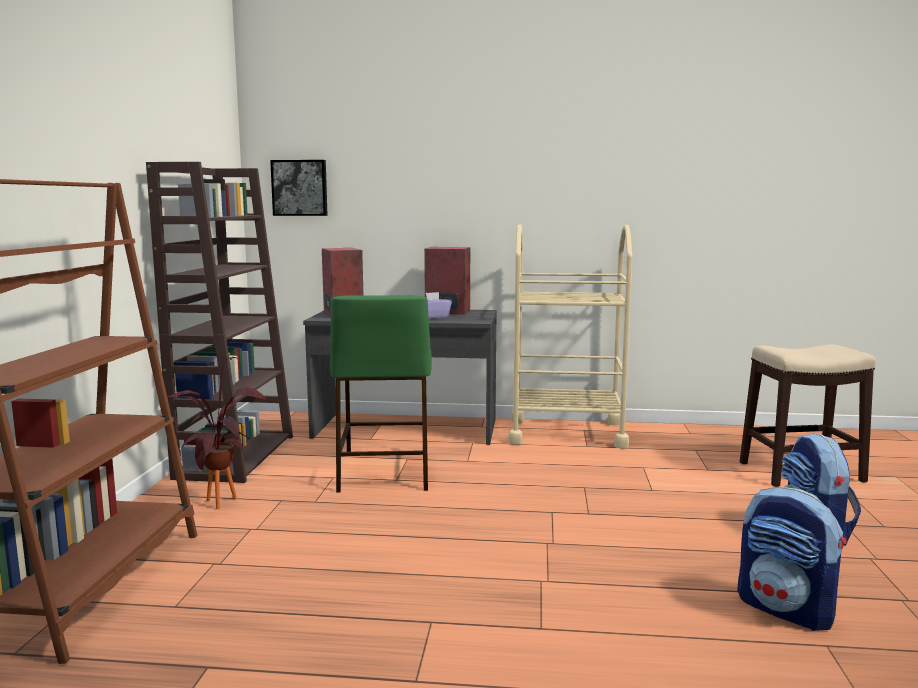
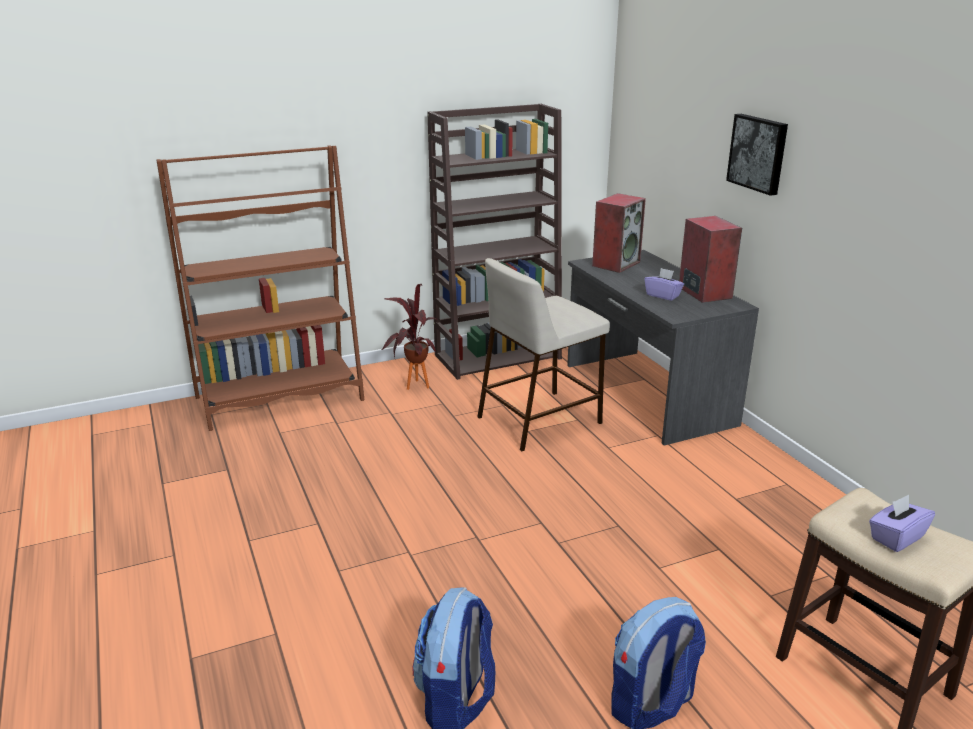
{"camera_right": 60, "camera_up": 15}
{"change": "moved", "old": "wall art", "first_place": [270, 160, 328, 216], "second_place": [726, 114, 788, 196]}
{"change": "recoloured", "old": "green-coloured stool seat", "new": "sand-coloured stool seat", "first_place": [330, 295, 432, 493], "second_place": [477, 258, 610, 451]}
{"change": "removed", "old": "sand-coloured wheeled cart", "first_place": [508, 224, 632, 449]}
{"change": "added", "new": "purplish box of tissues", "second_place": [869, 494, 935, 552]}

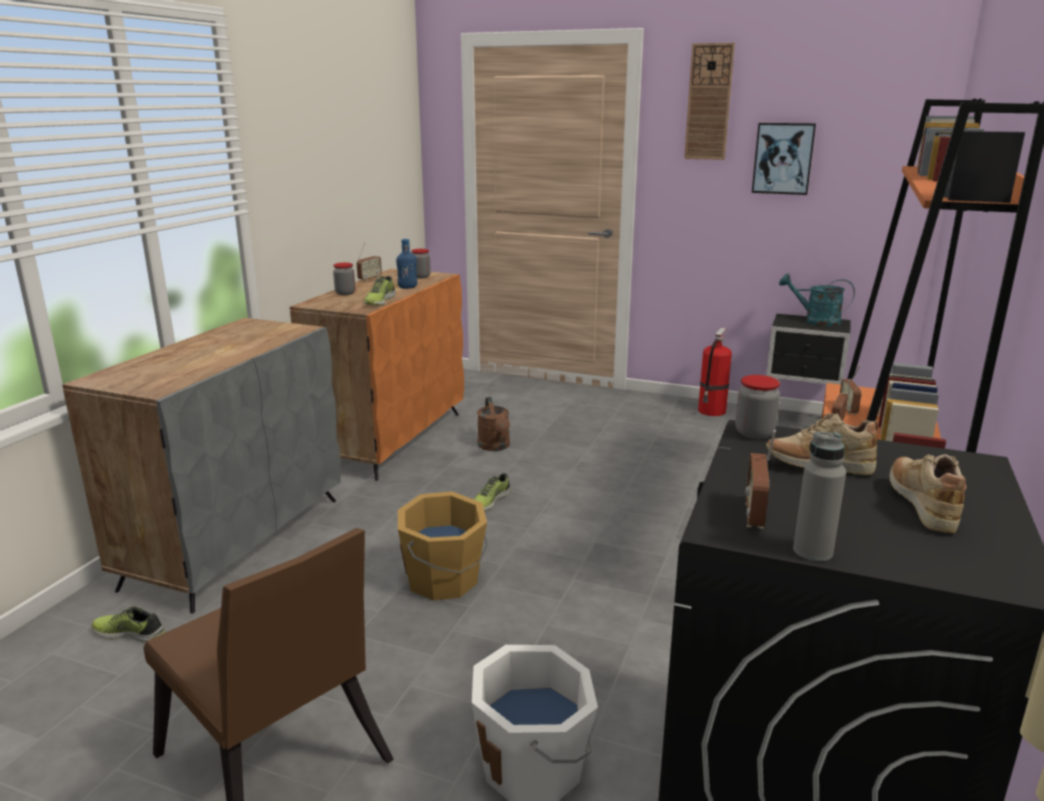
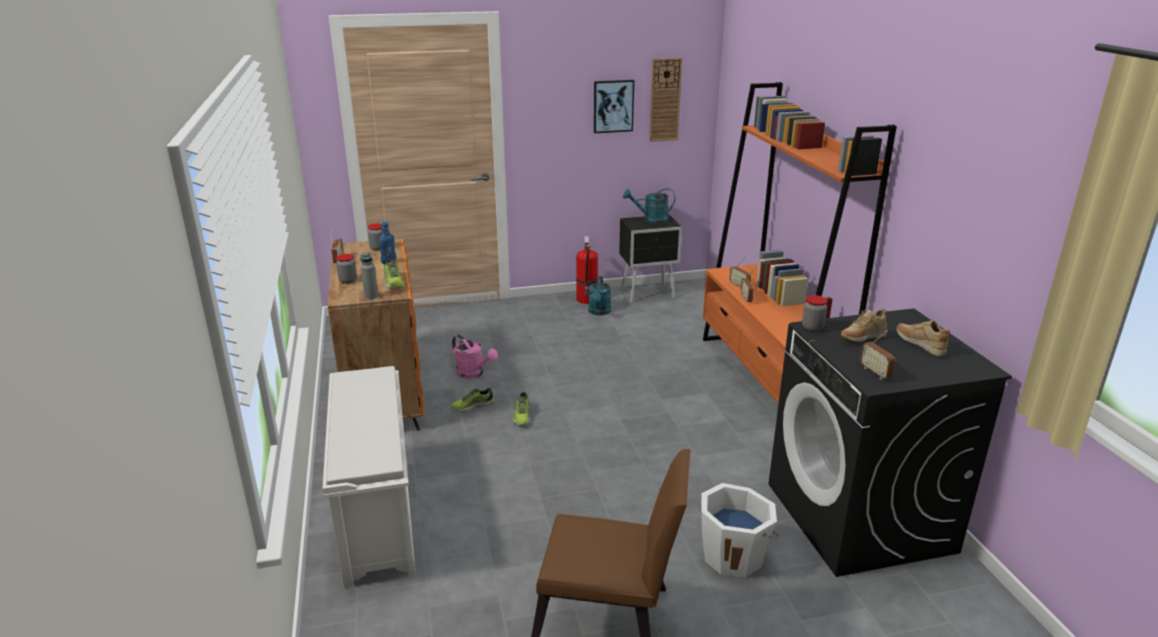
{"camera_right": -35, "camera_up": 5}
{"change": "replaced", "old": "gray cupboard", "new": "white shoe stand", "first_place": [62, 318, 341, 614], "second_place": [323, 366, 416, 588]}
{"change": "moved", "old": "item of footwear", "first_place": [92, 606, 166, 643], "second_place": [451, 388, 495, 412]}
{"change": "removed", "old": "orange pail", "first_place": [398, 492, 487, 600]}
{"change": "recoloured", "old": "brown sprinkling can", "new": "pink-coloured sprinkling can", "first_place": [477, 397, 510, 451], "second_place": [452, 335, 498, 379]}
{"change": "moved", "old": "clock on the wall", "first_place": [684, 43, 735, 160], "second_place": [649, 58, 683, 142]}
{"change": "moved", "old": "gray bottle", "first_place": [793, 431, 846, 561], "second_place": [360, 252, 378, 299]}
{"change": "added", "new": "turquoise sprinkling can", "second_place": [588, 276, 611, 315]}

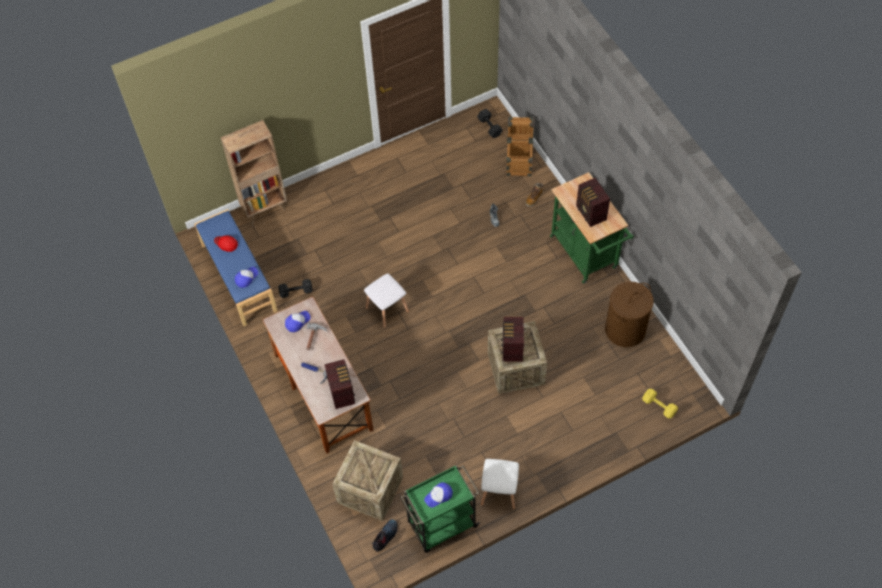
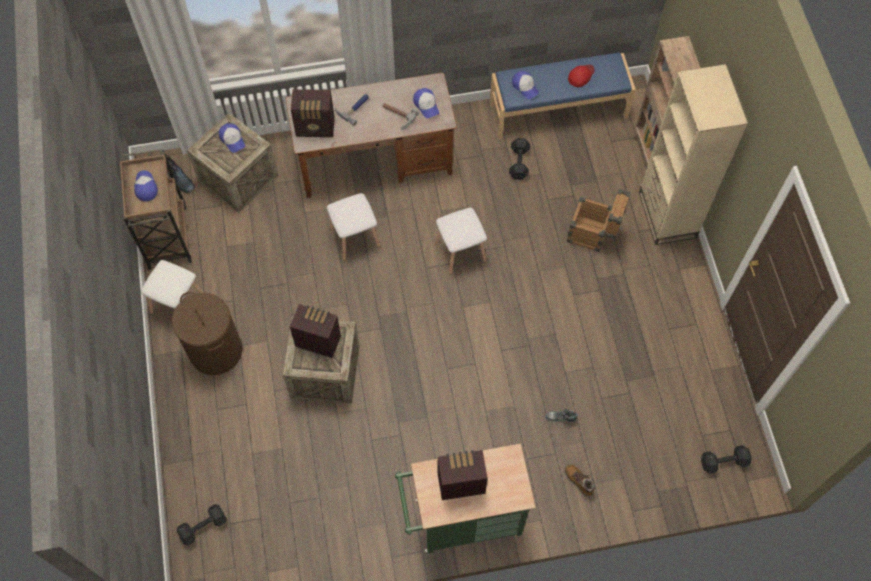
{"camera_right": 105, "camera_up": 5}
{"change": "recoloured", "old": "green-coloured wheeled cart", "new": "brown wheeled cart", "first_place": [400, 465, 480, 553], "second_place": [119, 149, 192, 270]}
{"change": "moved", "old": "packing crate", "first_place": [506, 117, 534, 176], "second_place": [566, 189, 631, 252]}
{"change": "moved", "old": "brown laundry basket", "first_place": [605, 282, 654, 347], "second_place": [172, 292, 242, 375]}
{"change": "recoloured", "old": "yellow-coloured hand weight", "new": "black hand weight", "first_place": [642, 389, 678, 418], "second_place": [177, 504, 227, 545]}
{"change": "added", "new": "baseball cap", "second_place": [219, 123, 245, 153]}
{"change": "added", "new": "white stool seat", "second_place": [327, 193, 381, 261]}
{"change": "added", "new": "sand-coloured bookcase", "second_place": [639, 64, 748, 245]}

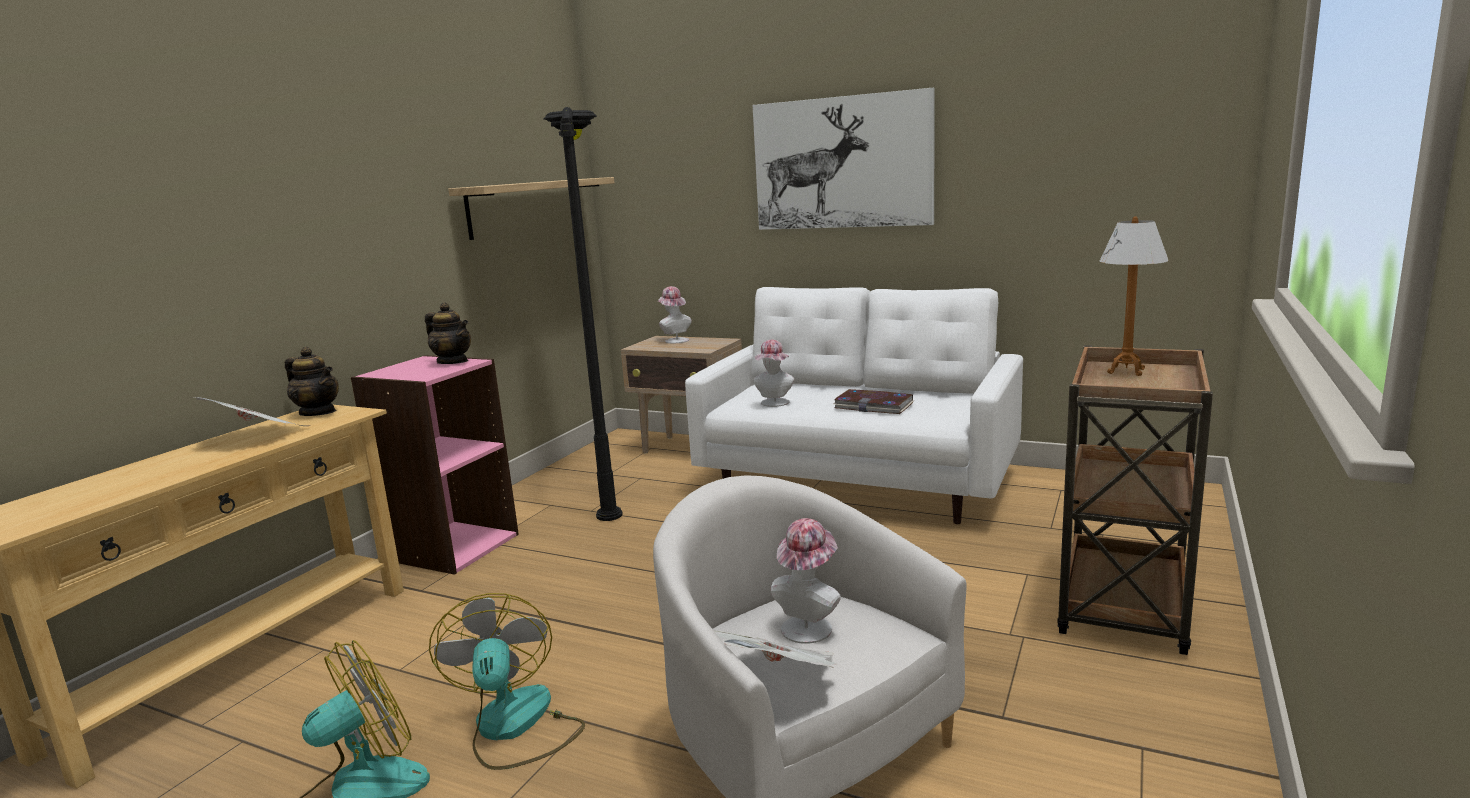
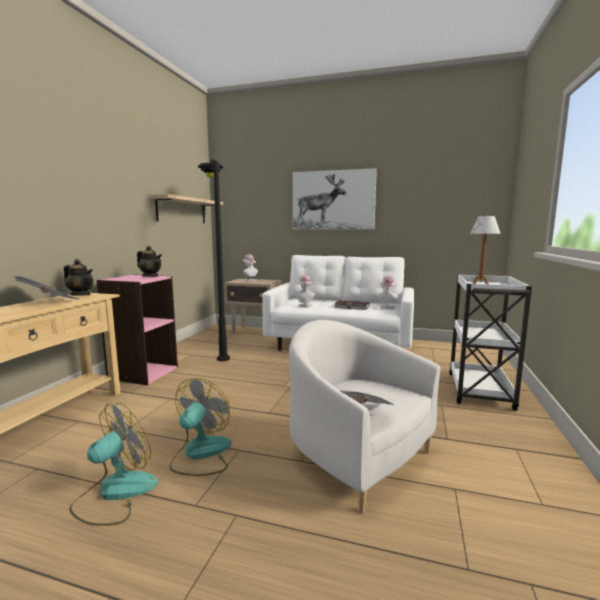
{"camera_right": -10, "camera_up": -5}
{"change": "turned", "old": "electric fan", "first_place": [429, 593, 585, 770], "second_place": [169, 378, 231, 476], "degrees": 45}
{"change": "moved", "old": "wearable hat", "first_place": [771, 518, 841, 644], "second_place": [377, 276, 398, 309]}
{"change": "recoloured", "old": "brown wheeled cart", "new": "white wheeled cart", "first_place": [1057, 345, 1213, 655], "second_place": [449, 274, 532, 411]}

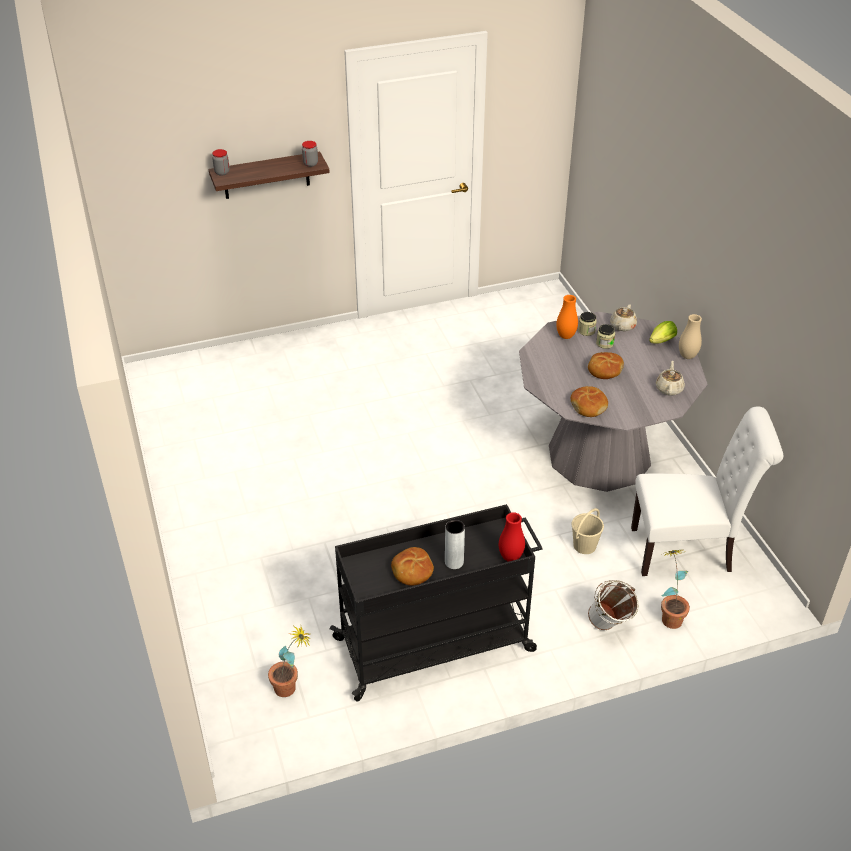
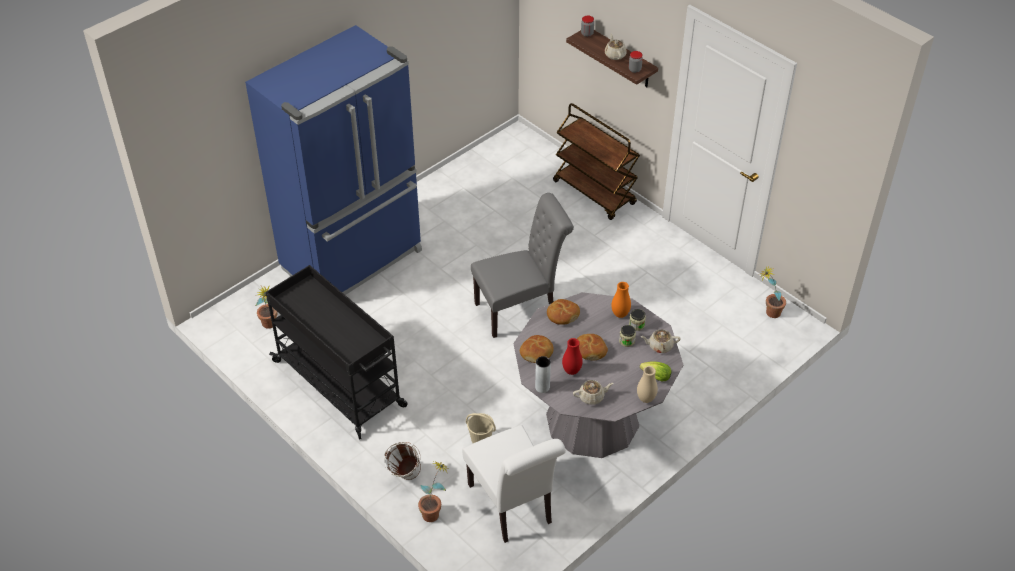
{"camera_right": 65, "camera_up": 5}
{"change": "moved", "old": "bread", "first_place": [391, 547, 434, 586], "second_place": [547, 299, 580, 325]}
{"change": "moved", "old": "gray decorative vase", "first_place": [445, 520, 465, 569], "second_place": [535, 356, 551, 393]}
{"change": "moved", "old": "red decorative vase", "first_place": [499, 512, 525, 562], "second_place": [562, 338, 583, 375]}
{"change": "added", "new": "blue refrigerator", "second_place": [245, 25, 422, 295]}
{"change": "added", "new": "gray chair", "second_place": [471, 193, 574, 338]}
{"change": "added", "new": "brown wheeled cart", "second_place": [553, 103, 640, 220]}
{"change": "added", "new": "sand-coloured teapot", "second_place": [605, 34, 627, 60]}
{"change": "added", "new": "plant in a pot", "second_place": [761, 266, 786, 318]}

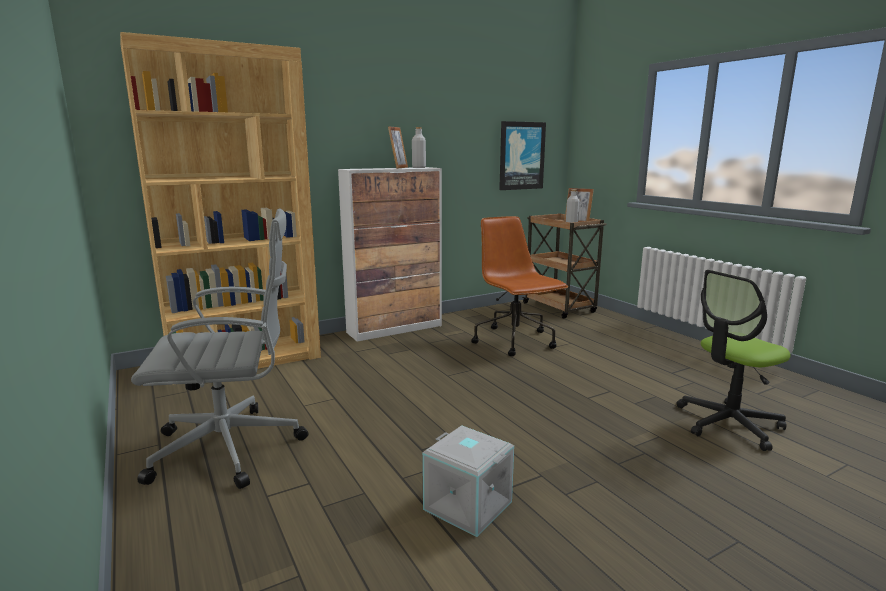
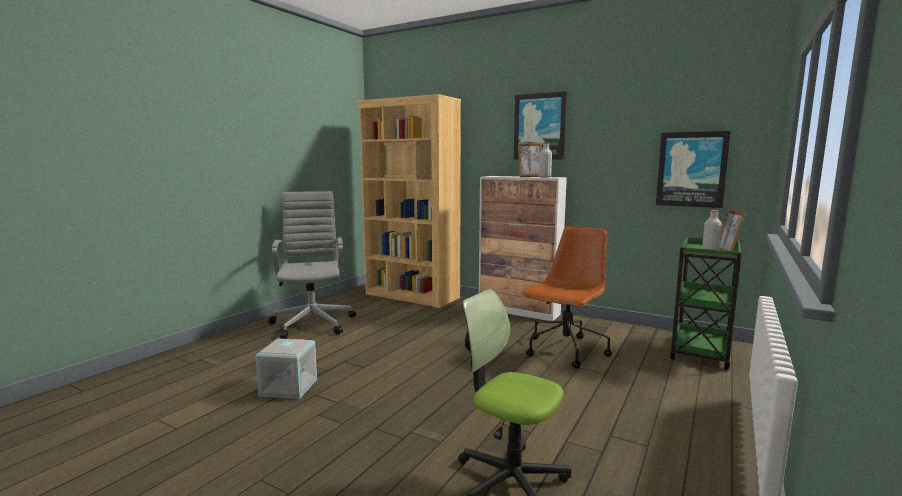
{"camera_right": 60, "camera_up": -5}
{"change": "turned", "old": "gray office chair", "first_place": [131, 209, 308, 489], "second_place": [268, 191, 356, 339], "degrees": -150}
{"change": "recoloured", "old": "brown wheeled cart", "new": "green-coloured wheeled cart", "first_place": [523, 213, 607, 319], "second_place": [670, 237, 742, 370]}
{"change": "added", "new": "wall art", "second_place": [514, 91, 567, 159]}

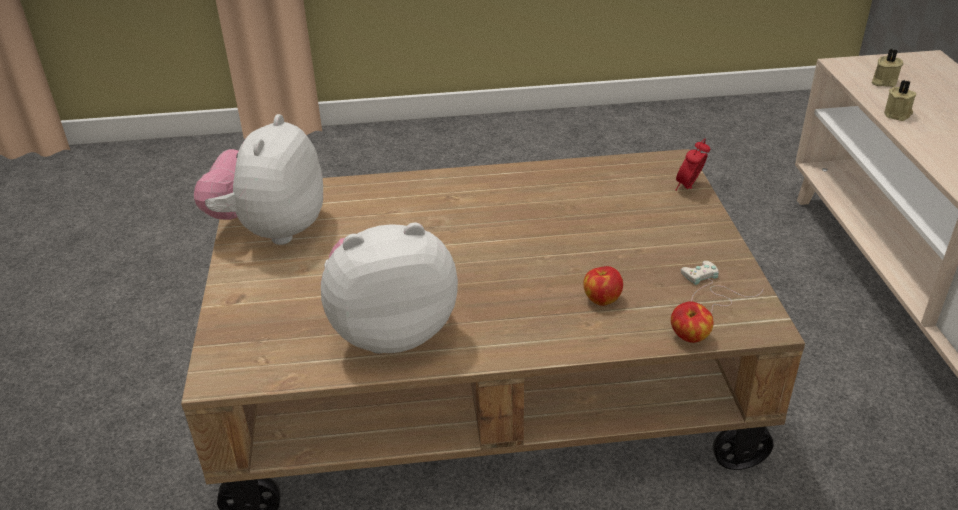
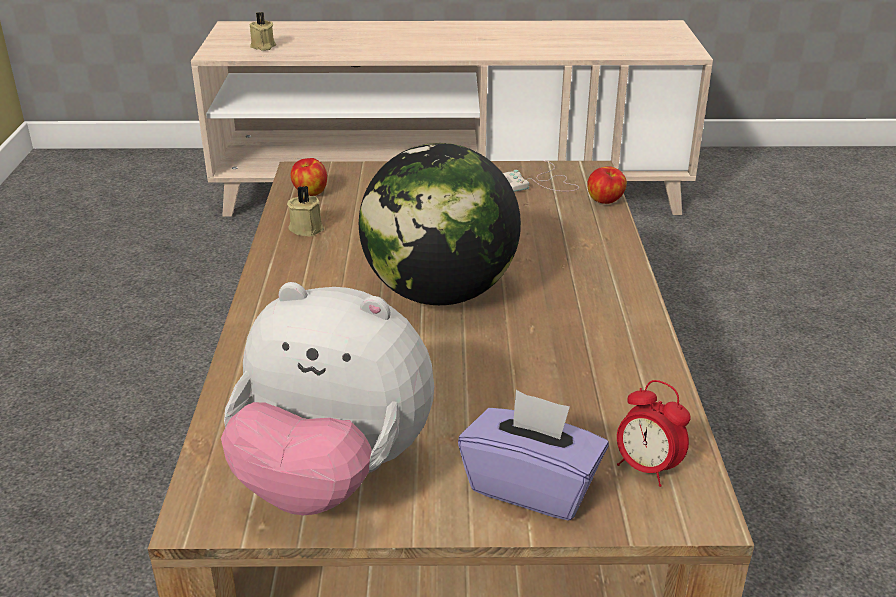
{"camera_right": -85, "camera_up": -5}
{"change": "removed", "old": "cuddly toy", "first_place": [321, 222, 458, 354]}
{"change": "moved", "old": "whole apple", "first_place": [583, 266, 623, 306], "second_place": [291, 158, 327, 196]}
{"change": "moved", "old": "table clock", "first_place": [675, 139, 710, 191], "second_place": [617, 380, 691, 487]}
{"change": "moved", "old": "sand-coloured candle", "first_place": [884, 80, 916, 121], "second_place": [287, 185, 324, 236]}
{"change": "added", "new": "desk globe", "second_place": [359, 143, 521, 305]}
{"change": "added", "new": "purplish box of tissues", "second_place": [458, 390, 609, 521]}

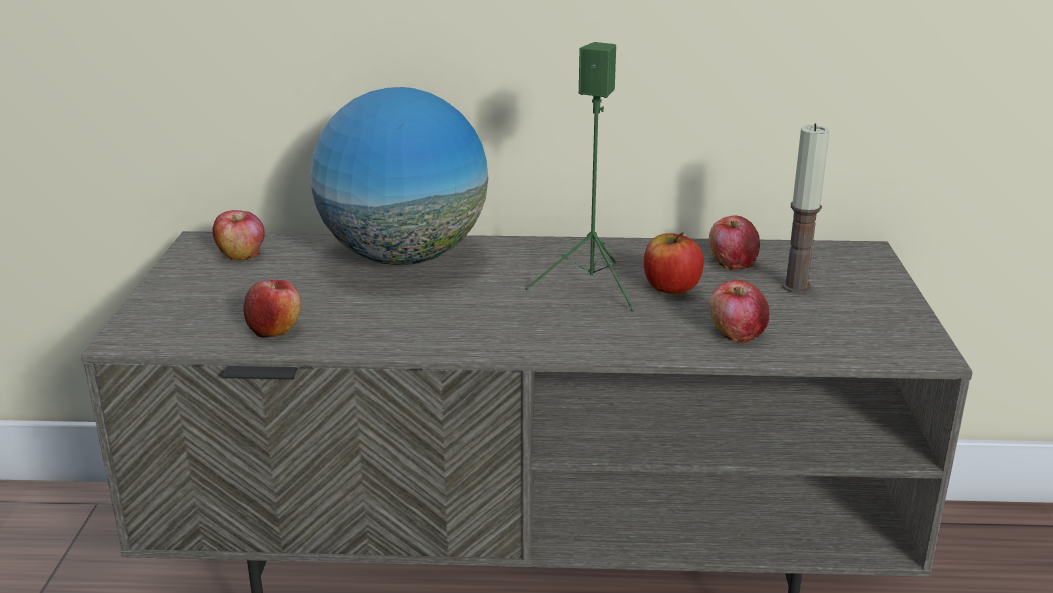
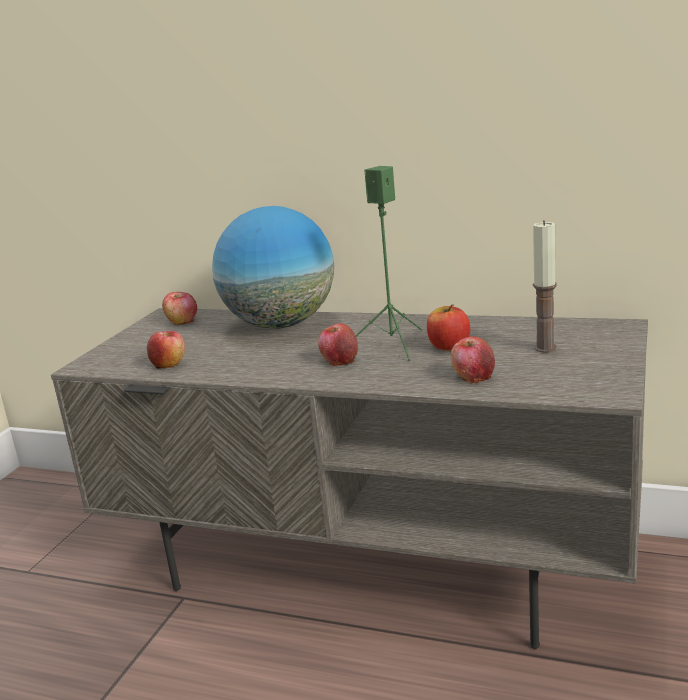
{"camera_right": 20, "camera_up": -5}
{"change": "moved", "old": "whole apple", "first_place": [709, 216, 760, 270], "second_place": [318, 323, 358, 366]}

